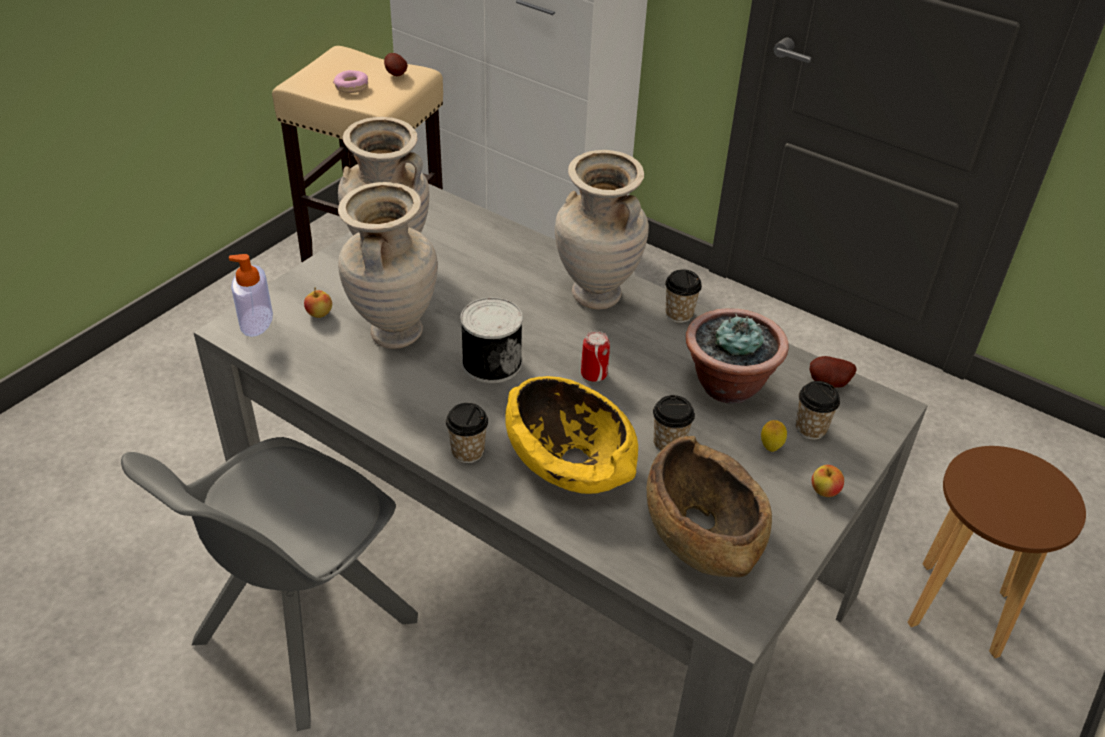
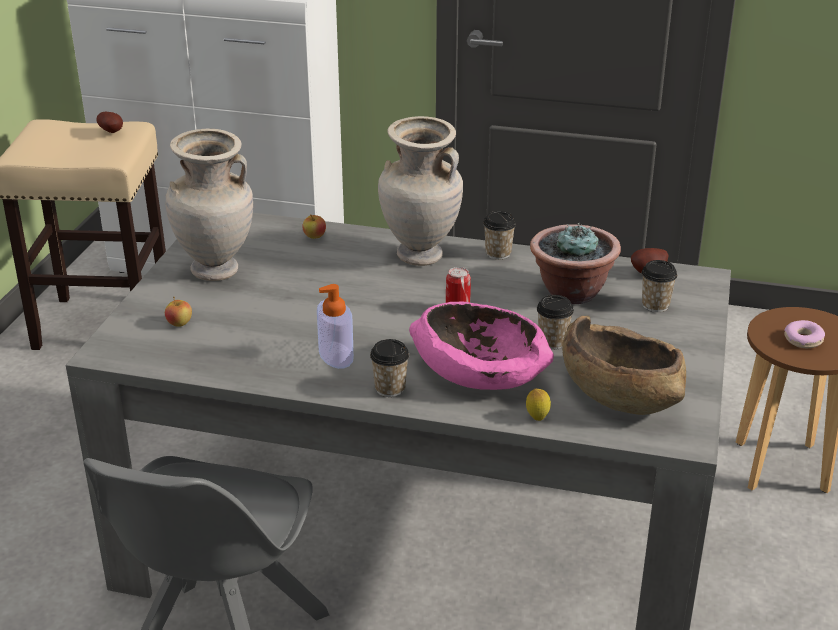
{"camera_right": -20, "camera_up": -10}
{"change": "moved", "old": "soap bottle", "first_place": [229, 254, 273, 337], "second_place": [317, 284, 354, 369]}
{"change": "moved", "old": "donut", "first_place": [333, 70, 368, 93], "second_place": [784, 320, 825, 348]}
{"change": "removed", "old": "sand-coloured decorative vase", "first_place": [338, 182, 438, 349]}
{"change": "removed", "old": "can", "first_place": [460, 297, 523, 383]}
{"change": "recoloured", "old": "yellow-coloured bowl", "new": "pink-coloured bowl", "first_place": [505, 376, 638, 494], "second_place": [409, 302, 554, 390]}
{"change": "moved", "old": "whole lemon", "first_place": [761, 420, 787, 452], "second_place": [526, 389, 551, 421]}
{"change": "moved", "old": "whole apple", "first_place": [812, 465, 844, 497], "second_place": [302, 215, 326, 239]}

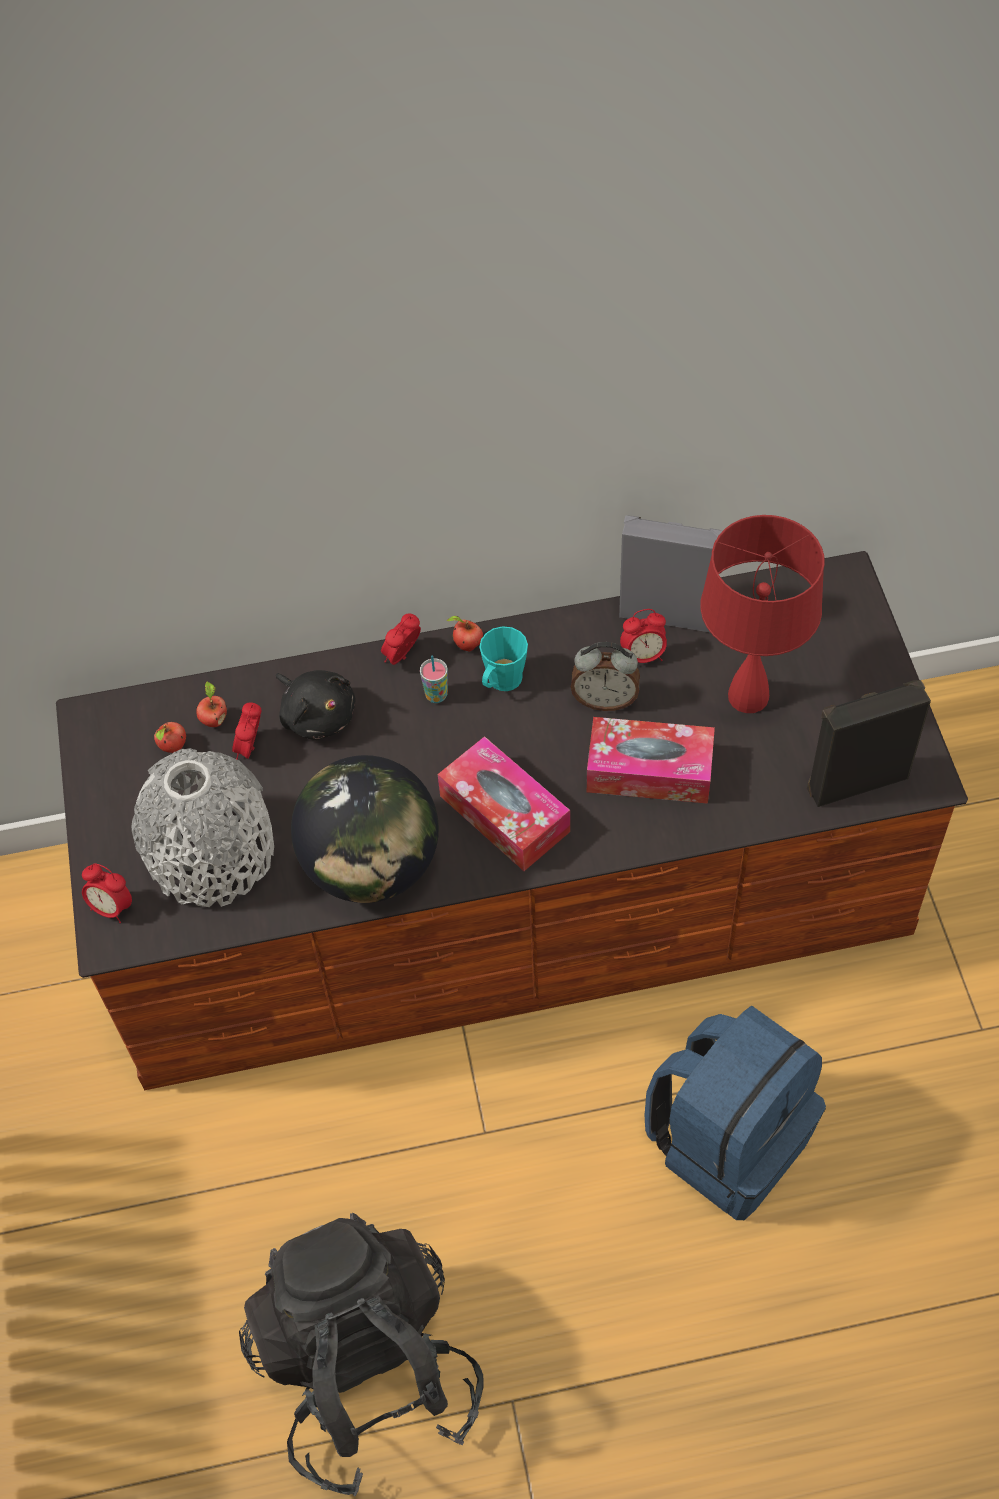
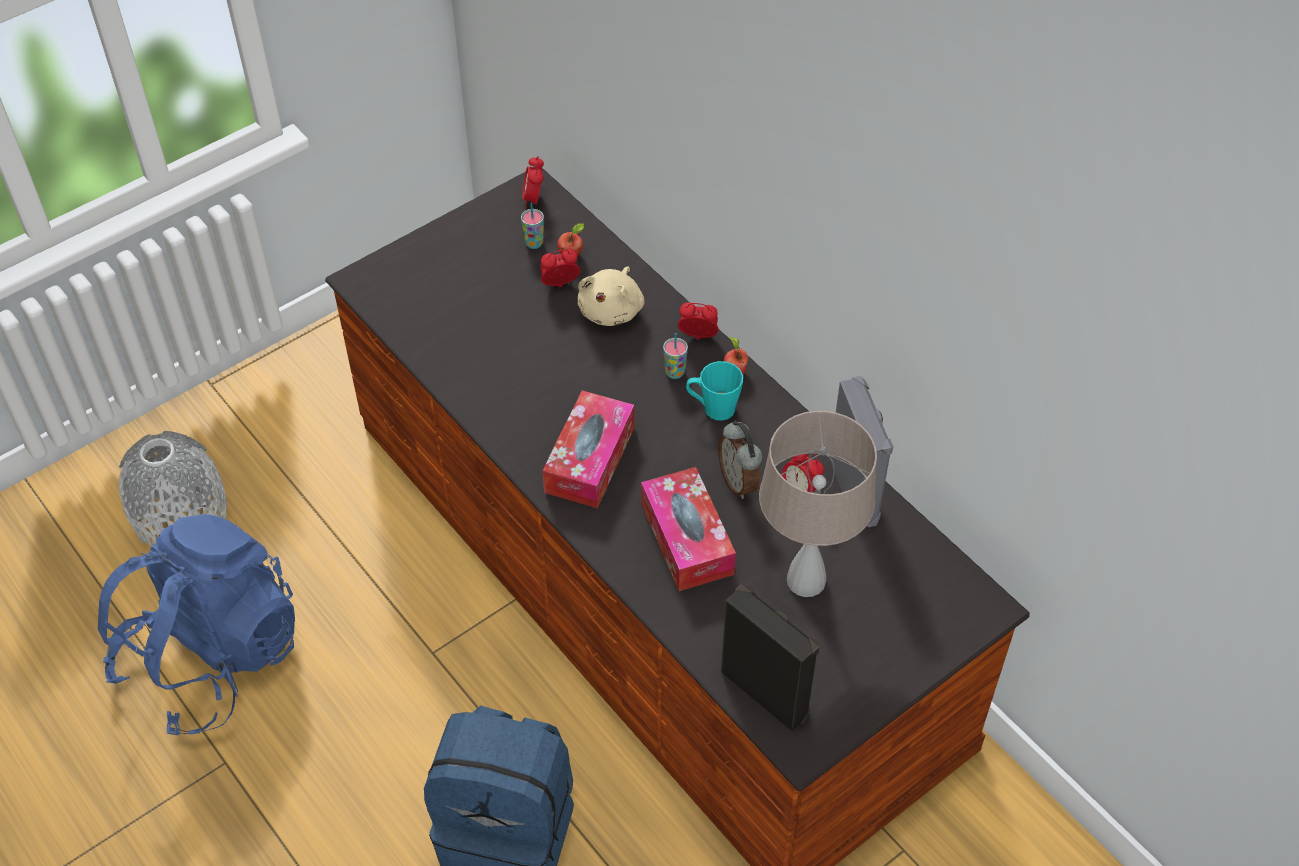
{"camera_right": 60, "camera_up": -5}
{"change": "moved", "old": "table clock", "first_place": [82, 863, 132, 923], "second_place": [522, 156, 544, 209]}
{"change": "moved", "old": "gray decorative vase", "first_place": [132, 748, 274, 907], "second_place": [119, 431, 227, 547]}
{"change": "replaced", "old": "whole apple", "new": "drinking cup", "first_place": [154, 722, 186, 753], "second_place": [521, 203, 544, 249]}
{"change": "recoloured", "old": "black rucksack", "new": "blue rucksack", "first_place": [239, 1213, 484, 1496], "second_place": [98, 514, 295, 735]}
{"change": "recoloured", "old": "black cuddly toy", "new": "sand-coloured cuddly toy", "first_place": [276, 670, 355, 740], "second_place": [578, 267, 645, 326]}
{"change": "removed", "old": "desk globe", "first_place": [291, 755, 439, 903]}
{"change": "recoloured", "old": "red tabletop lamp", "new": "sand-coloured tabletop lamp", "first_place": [700, 515, 825, 713], "second_place": [759, 411, 877, 597]}

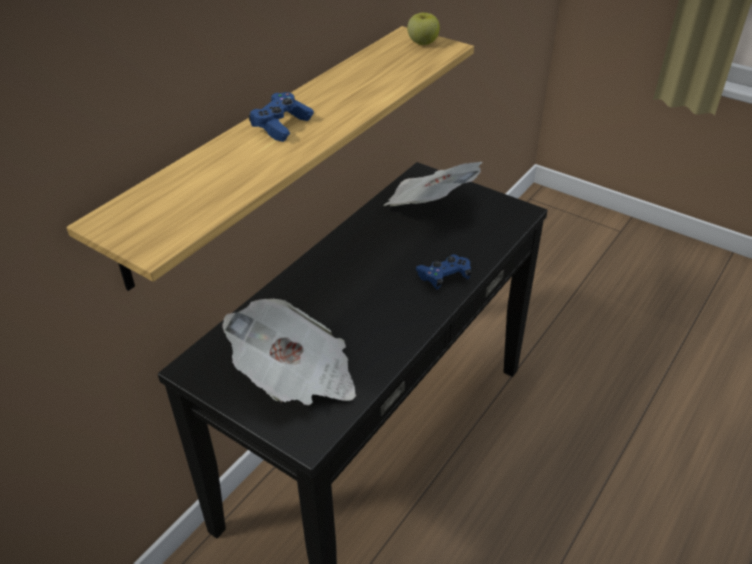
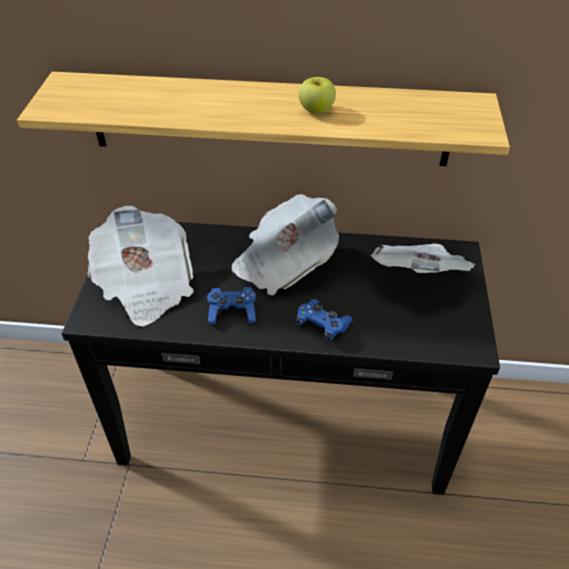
{"camera_right": 60, "camera_up": 5}
{"change": "moved", "old": "blue game controller", "first_place": [249, 92, 314, 142], "second_place": [207, 287, 256, 324]}
{"change": "moved", "old": "whole apple", "first_place": [407, 13, 440, 45], "second_place": [299, 77, 336, 114]}
{"change": "added", "new": "printed paper", "second_place": [232, 194, 339, 296]}

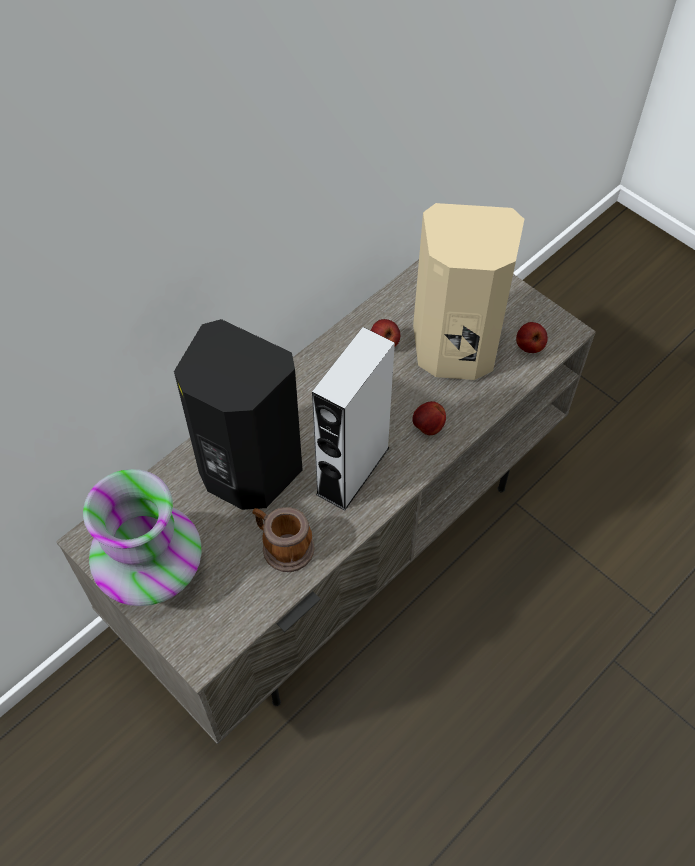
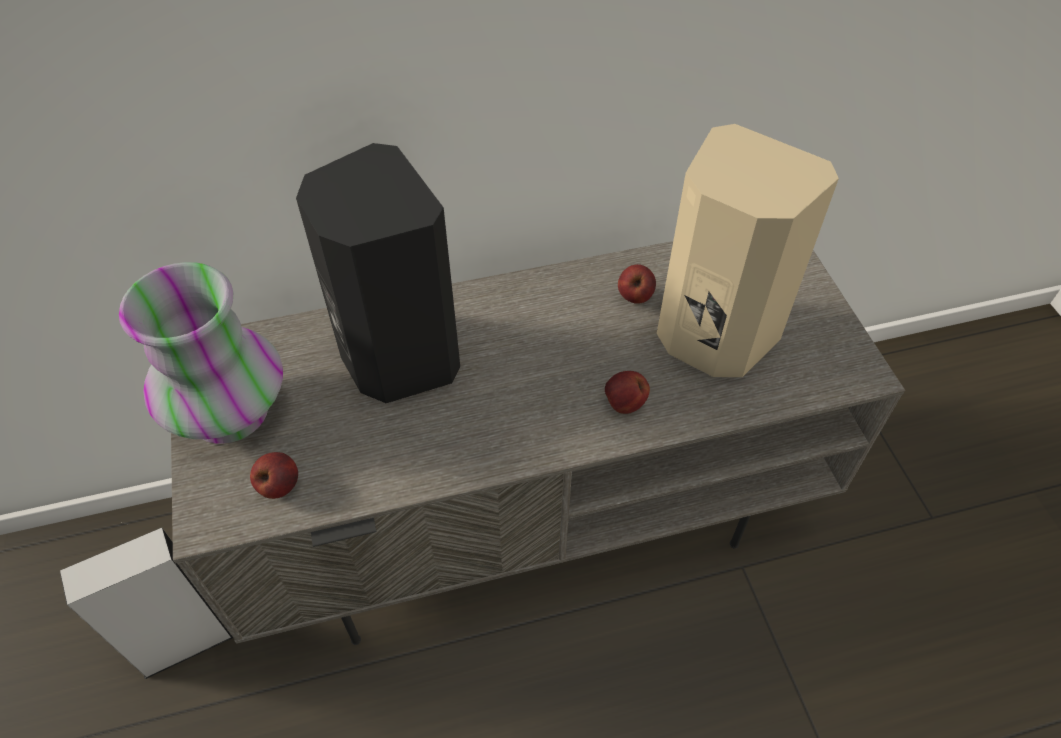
{"camera_right": 30, "camera_up": -5}
{"change": "removed", "old": "coffee mug", "first_place": [252, 507, 314, 572]}
{"change": "moved", "old": "gray loudspeaker", "first_place": [312, 327, 395, 511], "second_place": [60, 528, 233, 679]}
{"change": "moved", "old": "whole apple", "first_place": [516, 322, 548, 353], "second_place": [250, 452, 298, 499]}

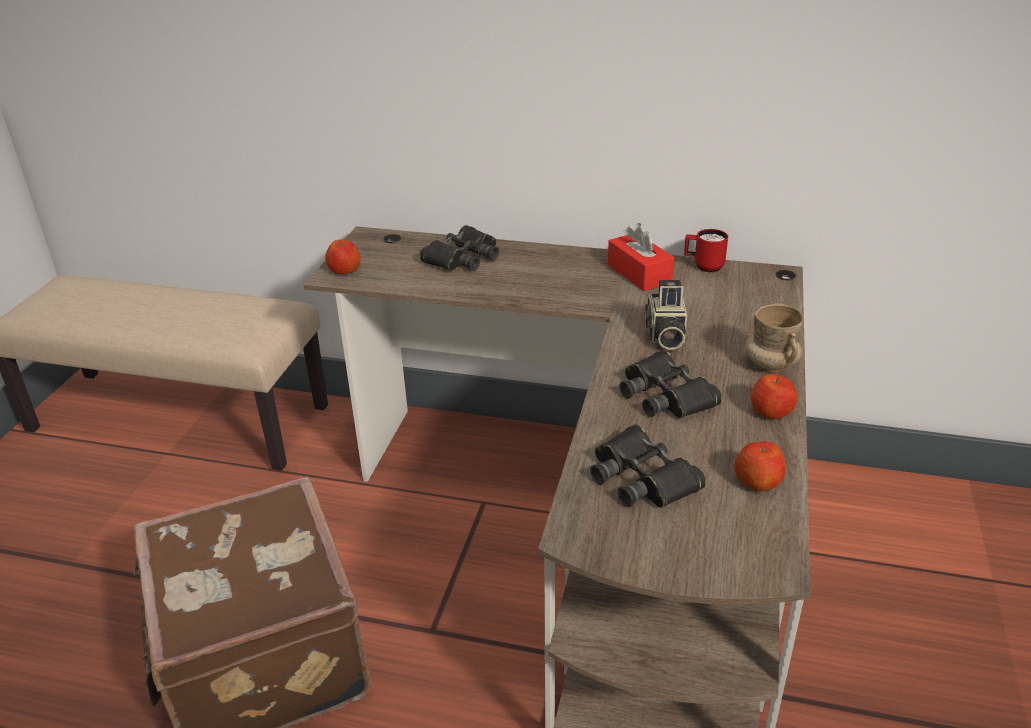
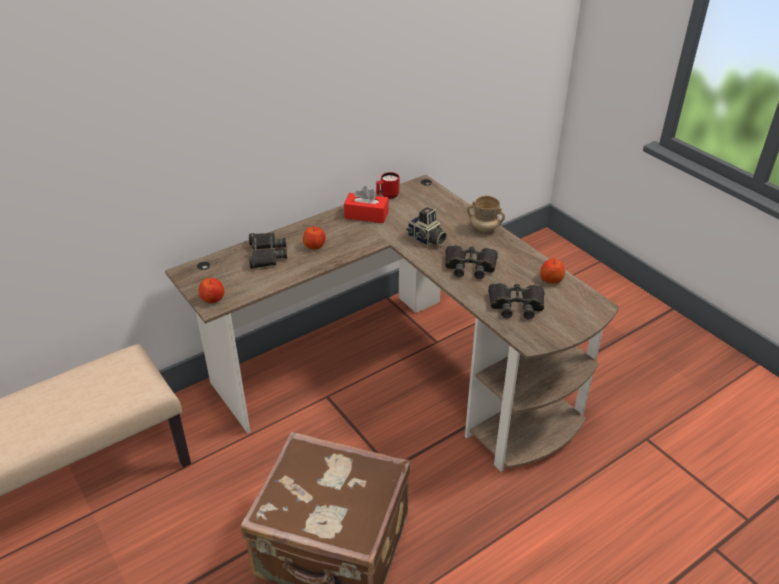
{"camera_right": -50, "camera_up": 5}
{"change": "moved", "old": "whole apple", "first_place": [750, 374, 798, 419], "second_place": [303, 227, 326, 249]}

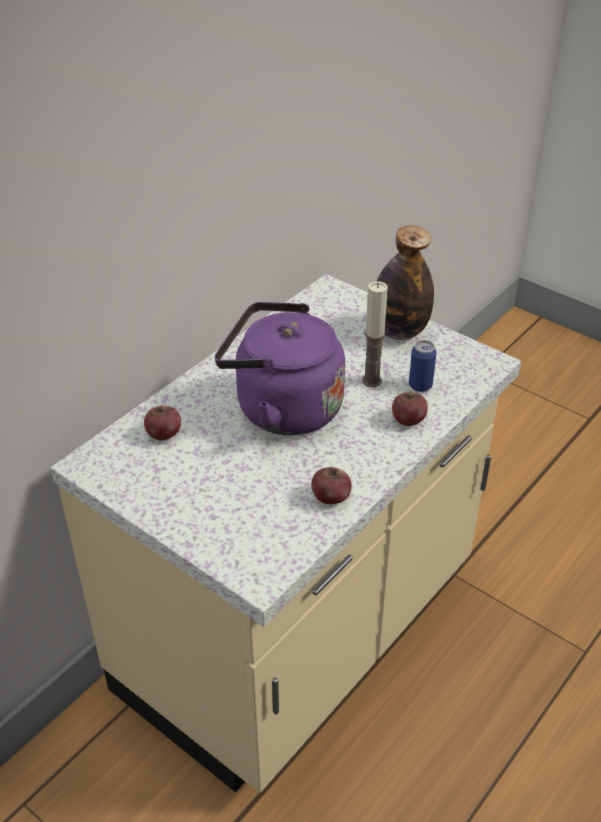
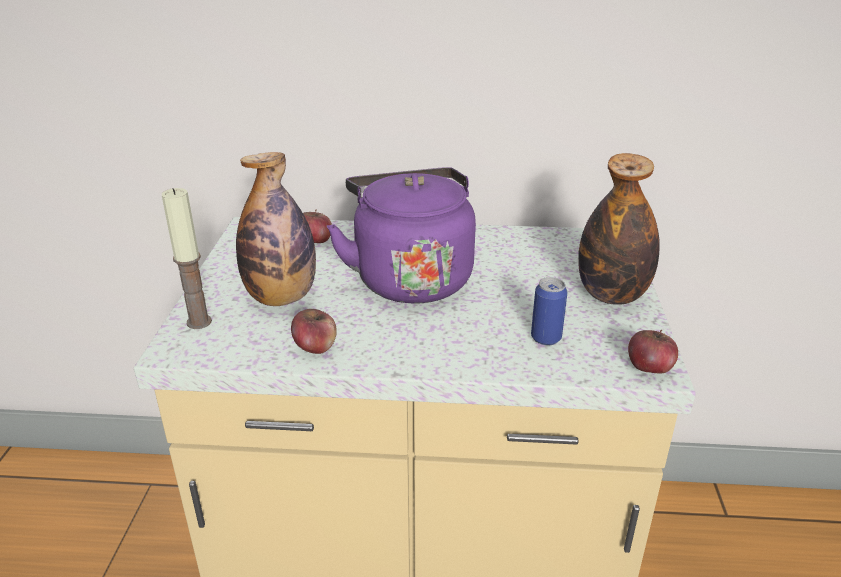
{"camera_right": 55, "camera_up": -10}
{"change": "moved", "old": "candle", "first_place": [362, 281, 388, 387], "second_place": [162, 188, 212, 329]}
{"change": "moved", "old": "whole apple", "first_place": [392, 391, 428, 426], "second_place": [628, 330, 678, 373]}
{"change": "added", "new": "bottle", "second_place": [236, 152, 316, 306]}

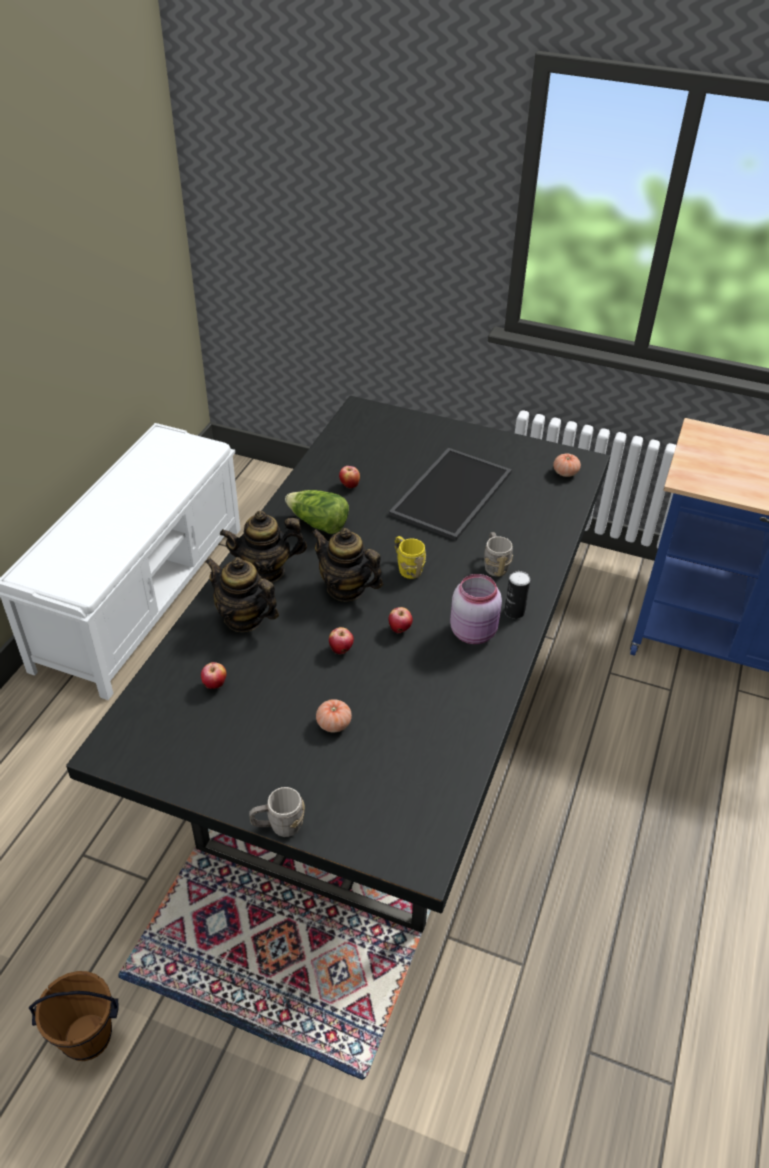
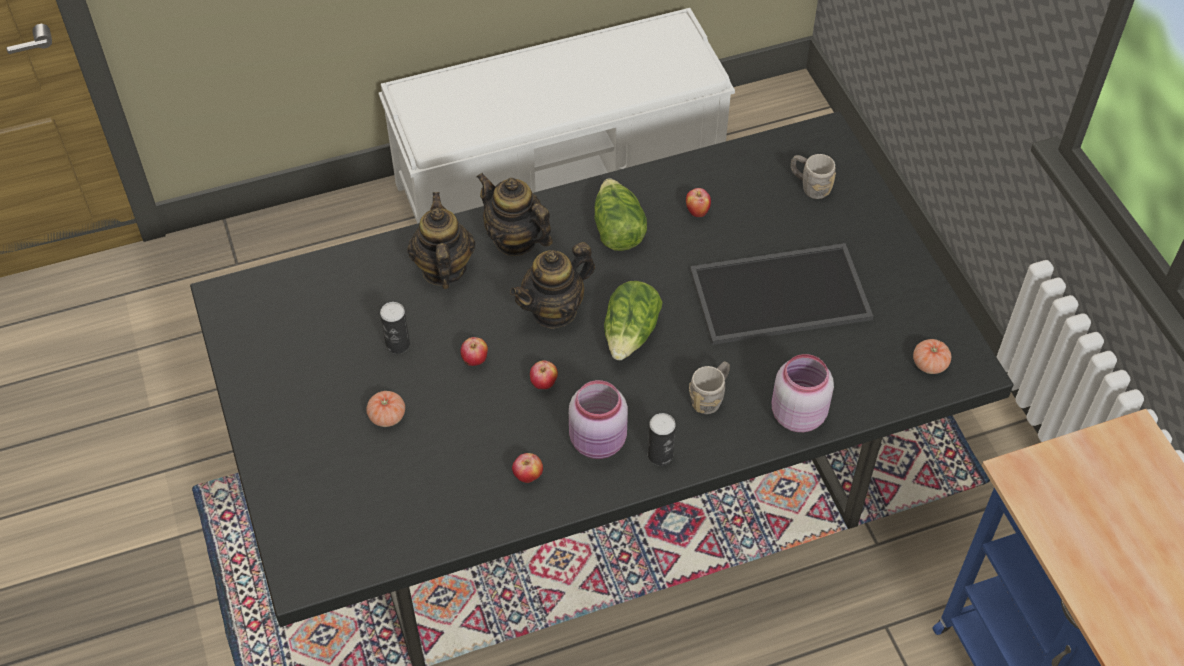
{"camera_right": 50, "camera_up": 10}
{"change": "removed", "old": "brown pail", "first_place": [28, 971, 119, 1061]}
{"change": "moved", "old": "whole apple", "first_place": [201, 662, 227, 689], "second_place": [512, 453, 543, 483]}
{"change": "moved", "old": "gray coffee mug", "first_place": [249, 787, 305, 837], "second_place": [791, 154, 836, 199]}
{"change": "turned", "old": "teapot", "first_place": [312, 528, 383, 602], "second_place": [510, 242, 595, 329], "degrees": -120}
{"change": "replaced", "old": "yellow-coloured coffee mug", "new": "head of lettuce", "first_place": [395, 536, 426, 579], "second_place": [604, 281, 663, 360]}
{"change": "added", "new": "can", "second_place": [380, 302, 410, 354]}
{"change": "added", "new": "pink-coloured preserve jar", "second_place": [772, 354, 834, 432]}

